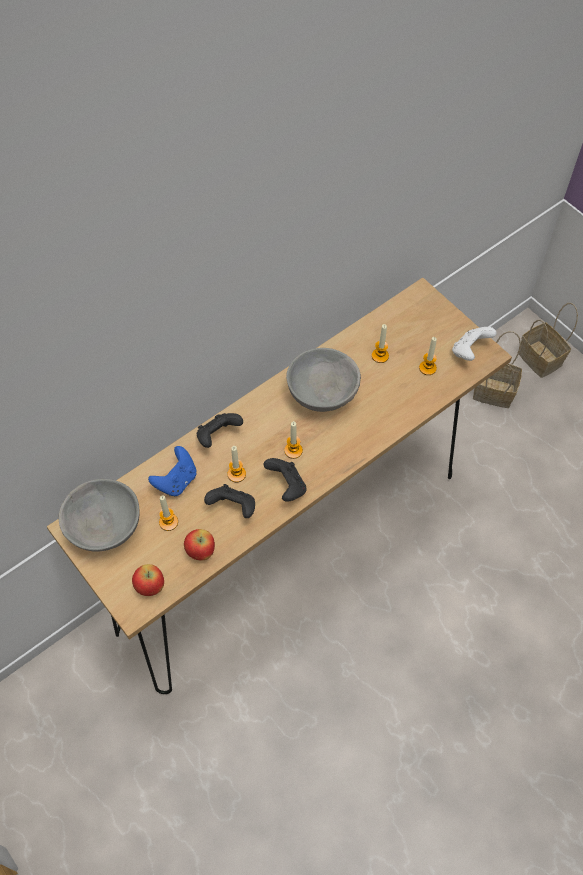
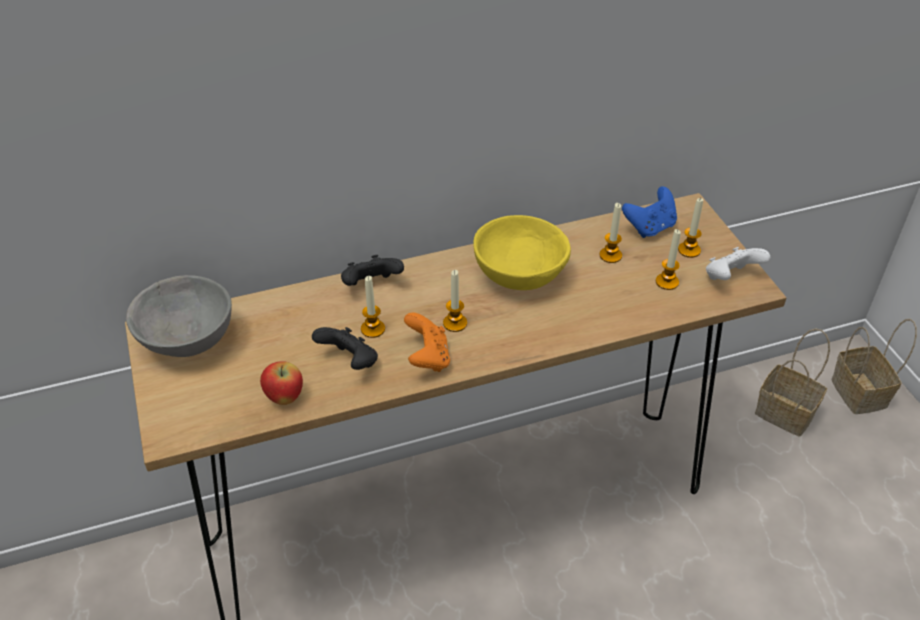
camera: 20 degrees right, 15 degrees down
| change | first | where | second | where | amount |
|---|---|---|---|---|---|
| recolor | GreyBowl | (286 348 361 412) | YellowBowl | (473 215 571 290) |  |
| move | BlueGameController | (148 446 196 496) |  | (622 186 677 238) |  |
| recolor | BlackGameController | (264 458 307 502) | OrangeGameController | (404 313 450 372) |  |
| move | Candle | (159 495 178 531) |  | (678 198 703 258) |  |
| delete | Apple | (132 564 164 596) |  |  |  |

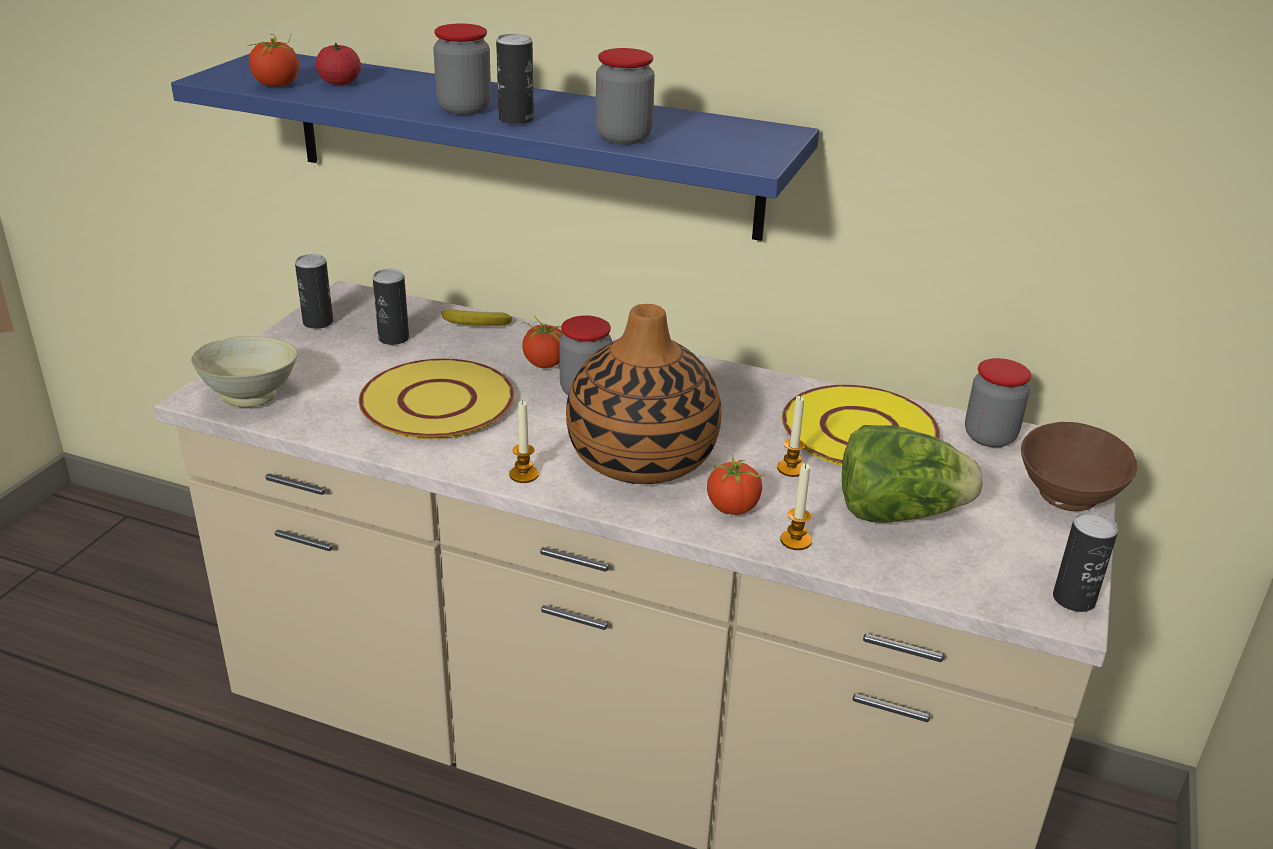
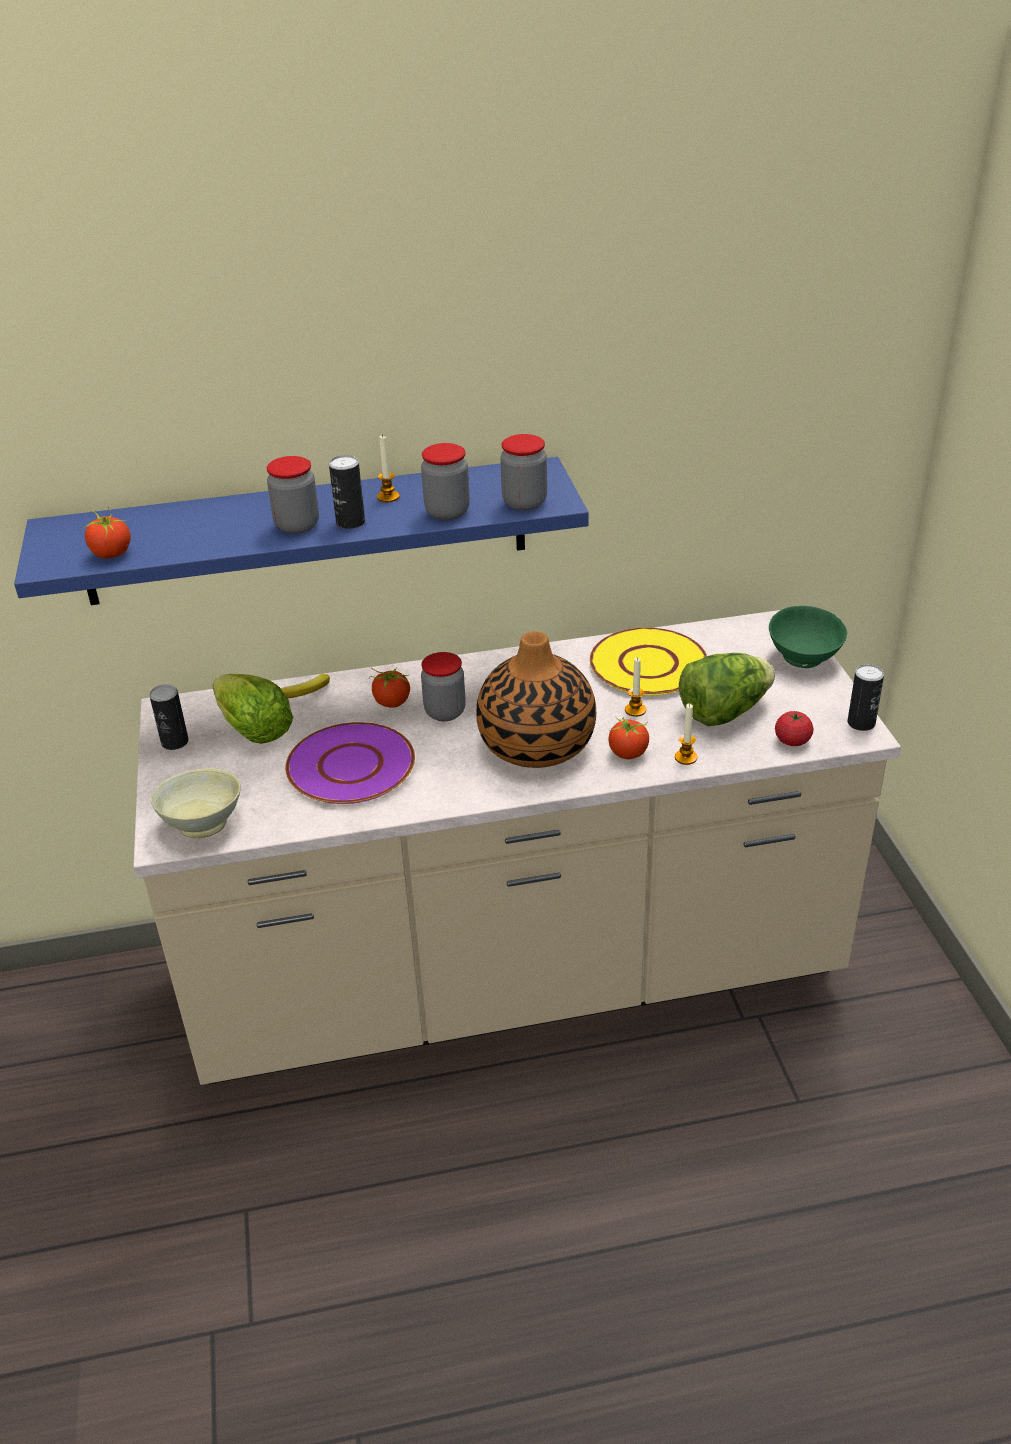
camera: 30 degrees left, 5 degrees up
| change | first | where | second | where | amount |
|---|---|---|---|---|---|
| move | Tomato | (316 43 361 85) |  | (775 711 813 746) |  |
| replace | Can | (373 269 409 345) | Lettuce | (212 674 293 744) |  |
| move | Jar | (965 358 1031 448) |  | (500 434 547 511) |  |
| recolor | YellowPlate | (359 359 514 439) | PurplePlate | (285 722 415 804) |  |
| move | Candle | (509 400 539 483) |  | (377 434 400 502) |  |
| recolor | BrownBowl | (1021 422 1137 511) | GreenBowl | (769 606 847 668) |  |

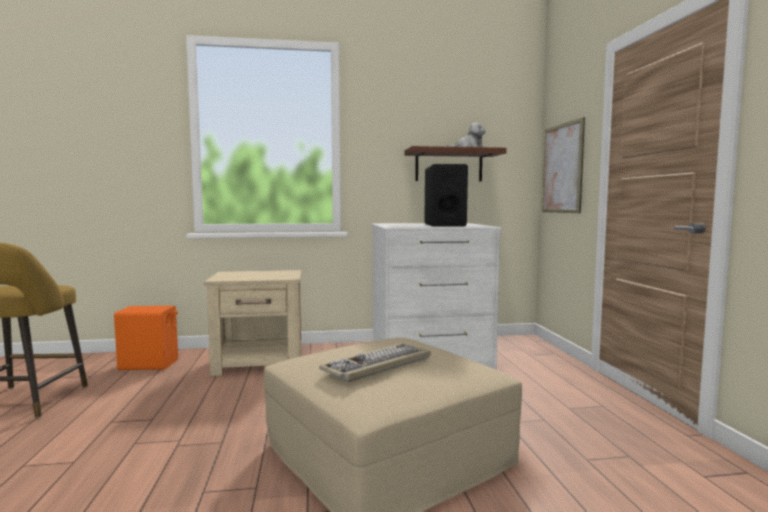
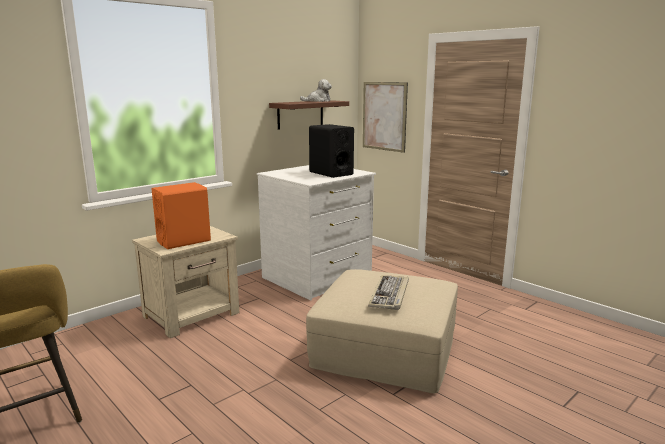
camera: 35 degrees left, 10 degrees up
| change | first | where | second | where | amount |
|---|---|---|---|---|---|
| move | OrangeSpeaker | (114 306 178 370) |  | (152 182 211 249) |  |

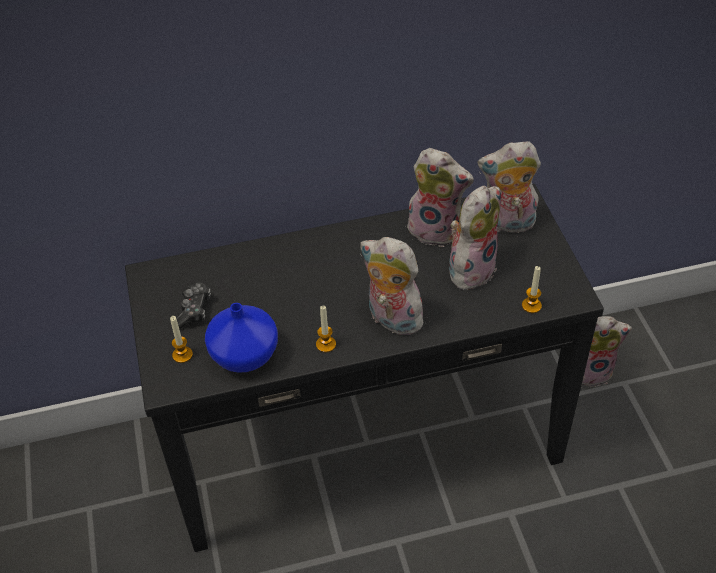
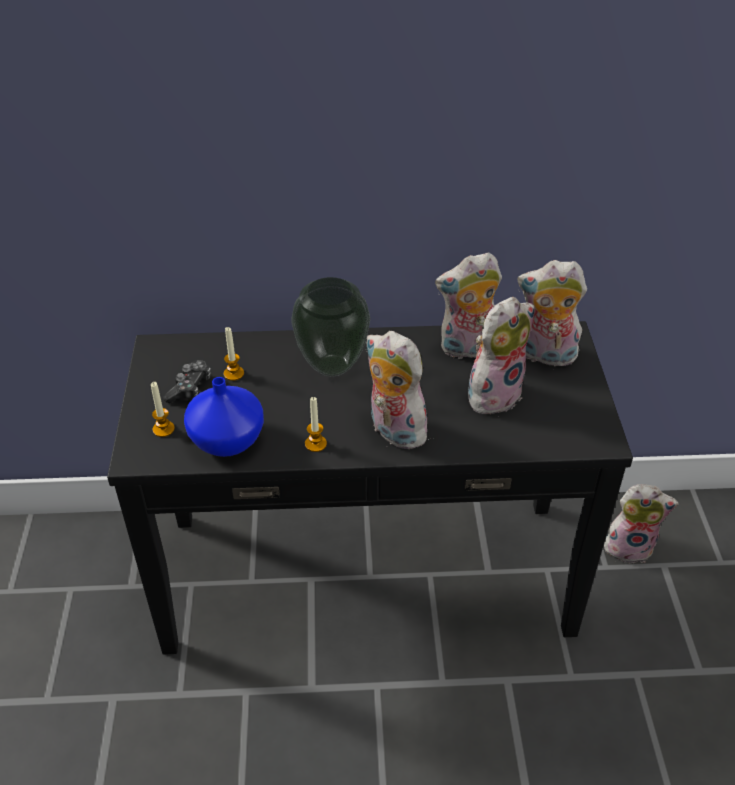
camera: 10 degrees right, 5 degrees down
| change | first | where | second | where | amount |
|---|---|---|---|---|---|
| rotate | PlushToy | (405 148 474 247) |  | (435 252 502 359) | 135 degrees clockwise |
| move | Candle | (522 266 542 313) |  | (224 327 244 381) |  |
| insert |  |  | Vase | (291 277 370 376) |  |

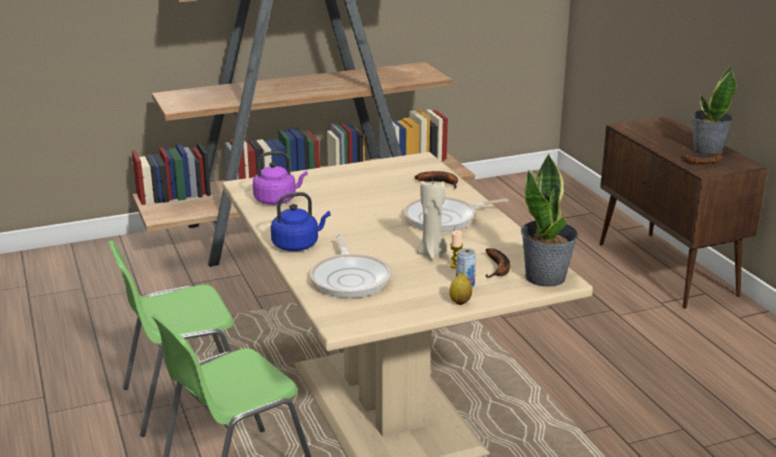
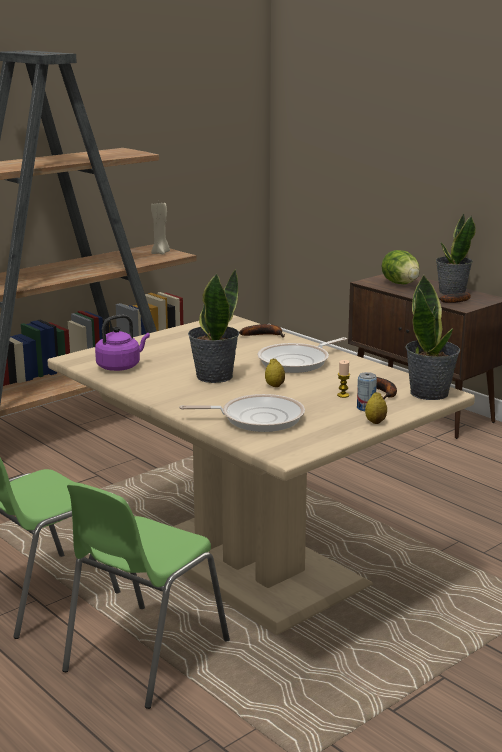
camera: 20 degrees left, 5 degrees down
| change | first | where | second | where | amount |
|---|---|---|---|---|---|
| move | BeigeCandle | (417 181 447 260) |  | (151 203 170 254) |  |
| delete | BlueKettle | (271 192 331 251) |  |  |  |
| rotate | FryingPan | (310 234 392 298) |  | (179 394 305 432) | 60 degrees counterclockwise |
| insert |  |  | Lettuce | (382 250 420 284) |  |
| insert |  |  | PottedPlant | (188 269 239 383) |  |
| insert |  |  | Lemon | (265 359 285 387) |  |

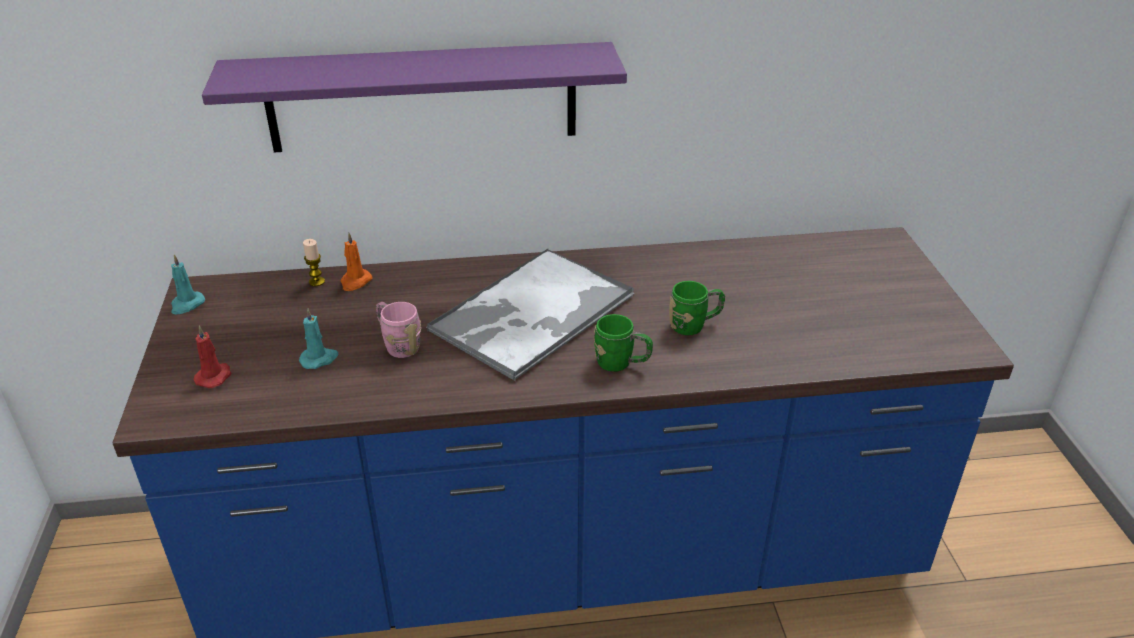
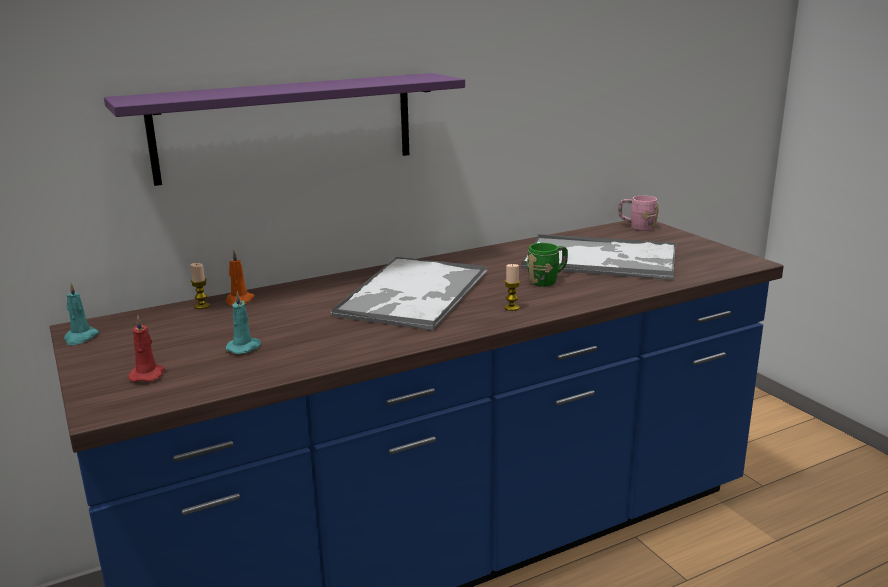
camera: 20 degrees left, 15 degrees down
| change | first | where | second | where | amount |
|---|---|---|---|---|---|
| move | PinkMug | (376 302 421 358) |  | (618 195 658 231) |  |
| replace | GreenMug | (594 314 653 372) | Candle | (504 264 520 311) |  |
| insert |  |  | Tray | (522 234 676 280) |  |

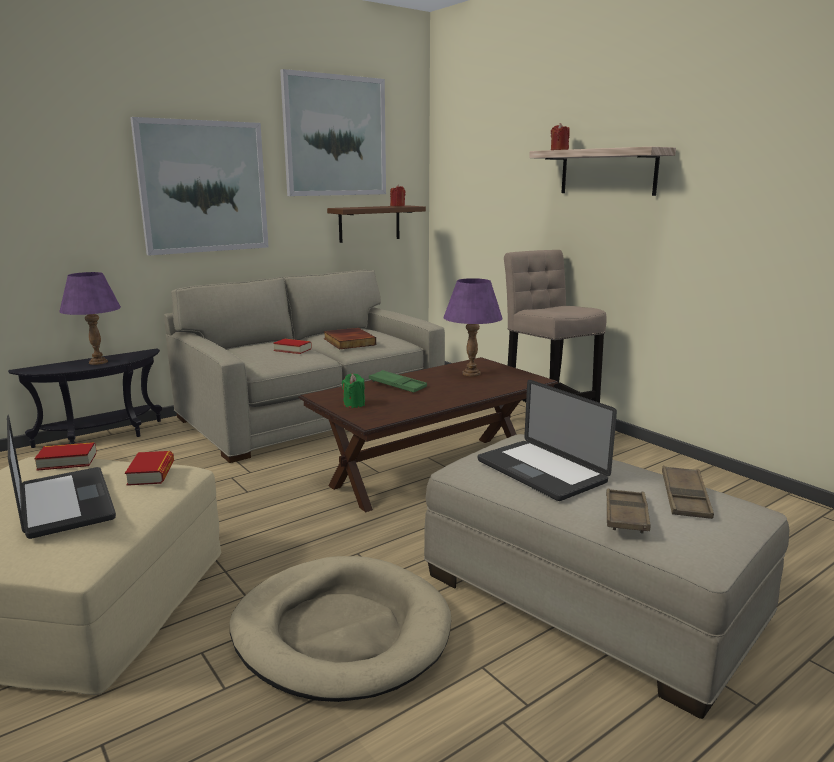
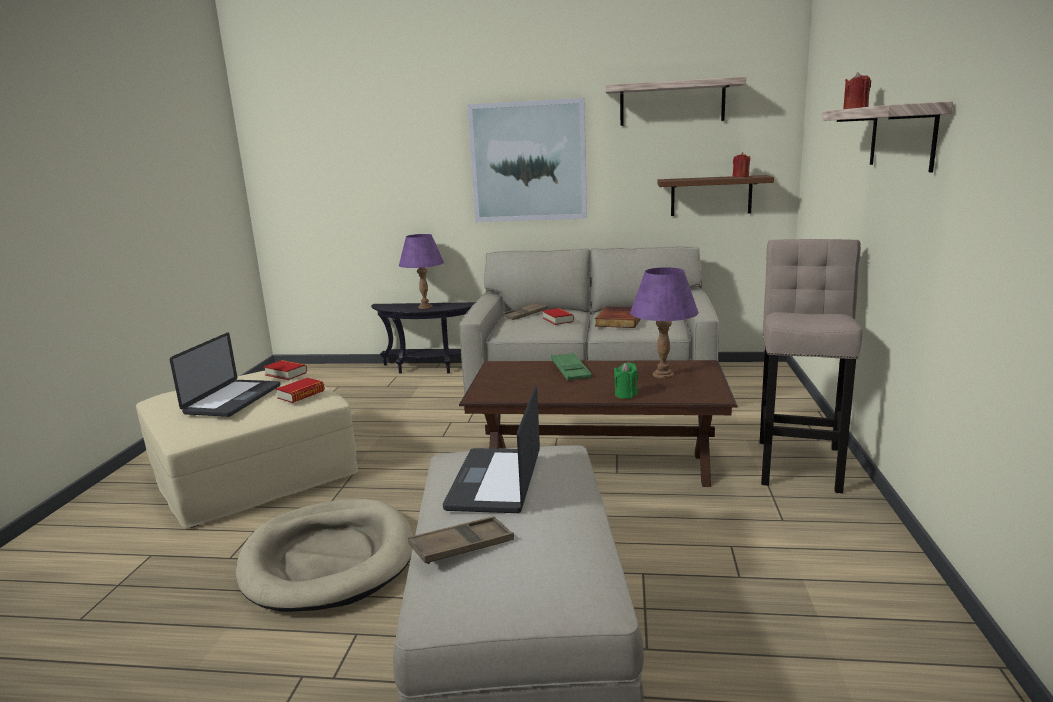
camera: 45 degrees right, 0 degrees up
| change | first | where | second | where | amount |
|---|---|---|---|---|---|
| replace | Picture | (280 69 386 196) | Shelf | (605 77 746 126) |  |
| move | GreenCandle | (342 373 365 408) |  | (614 362 638 399) |  |
| move | BrownTray | (662 466 714 519) |  | (502 302 548 320) |  |

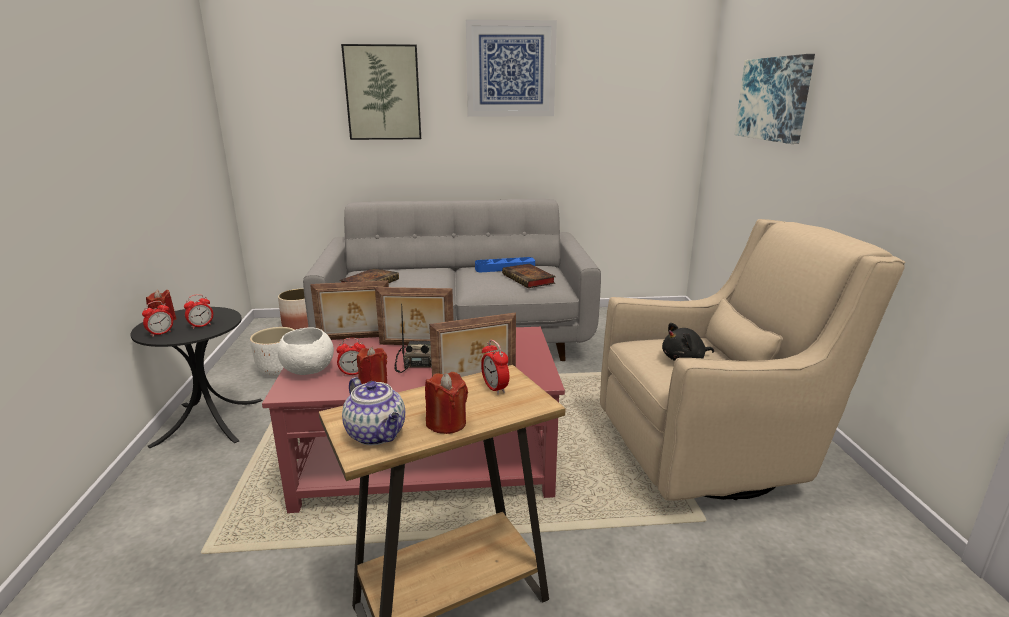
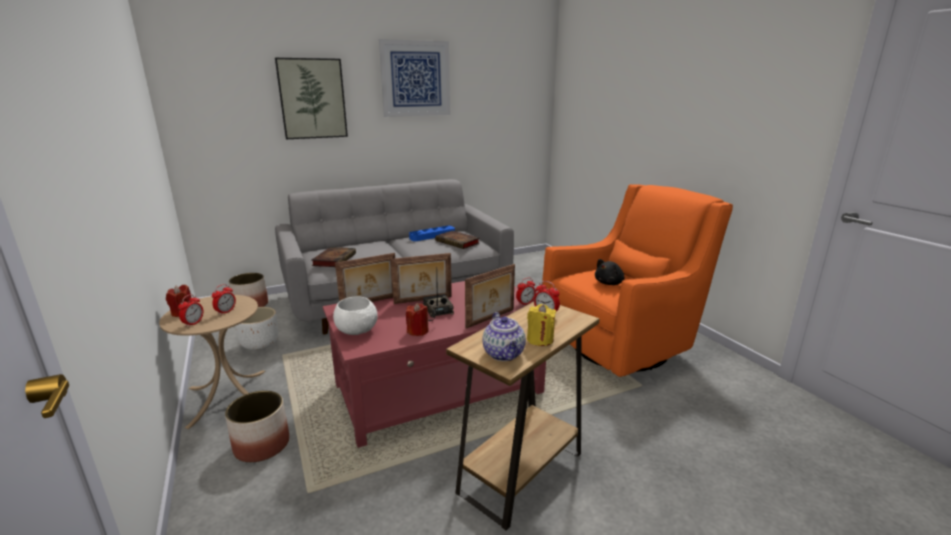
camera: 20 degrees left, 0 degrees up
| change | first | where | second | where | amount |
|---|---|---|---|---|---|
| delete | Picture | (735 54 815 144) |  |  |  |
| recolor | BeigeArmchair | (600 219 905 501) | OrangeArmchair | (542 184 733 377) |  |
| recolor | BlackSideTable | (131 307 262 448) | BeigeSideTable | (159 295 265 429) |  |
| move | AlarmClock | (337 338 366 376) |  | (516 278 536 306) |  |
| recolor | RedCandle | (425 372 468 434) | YellowCandle | (527 304 556 346) |  |
| rotate | Teapot | (342 377 405 445) |  | (482 312 526 361) | 45 degrees clockwise |
| insert |  |  | Planter | (225 391 289 462) |  |

